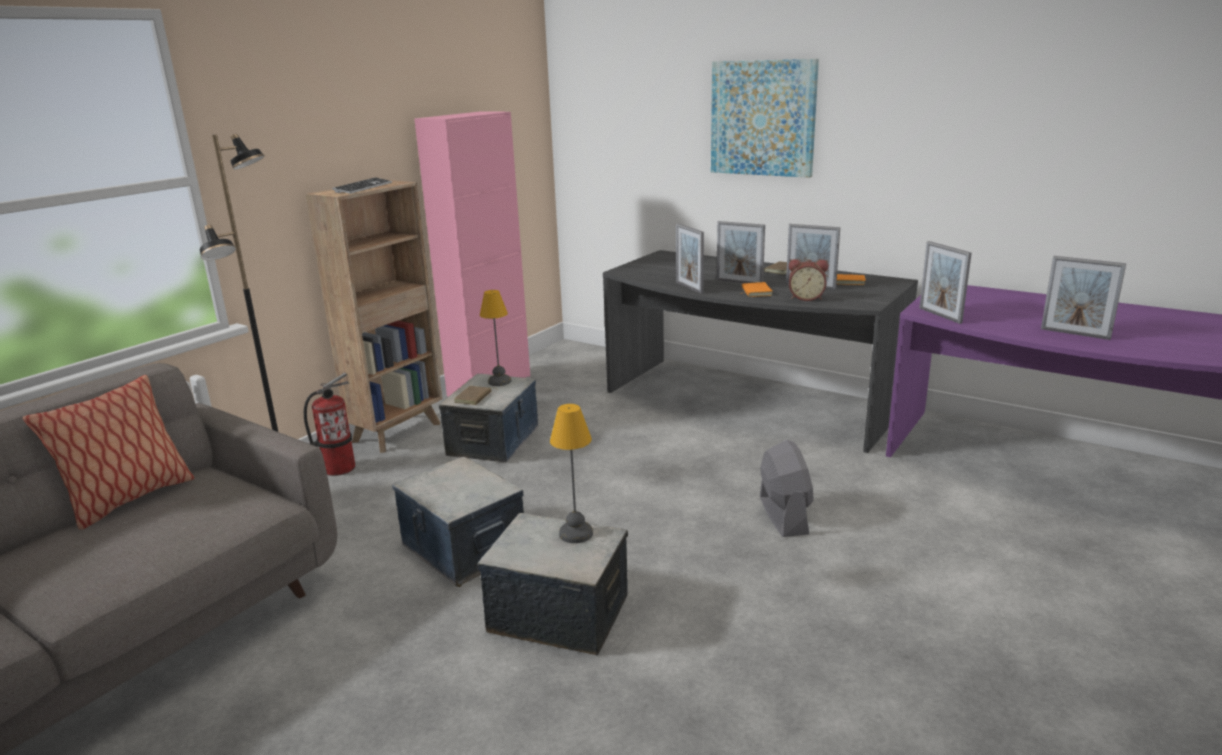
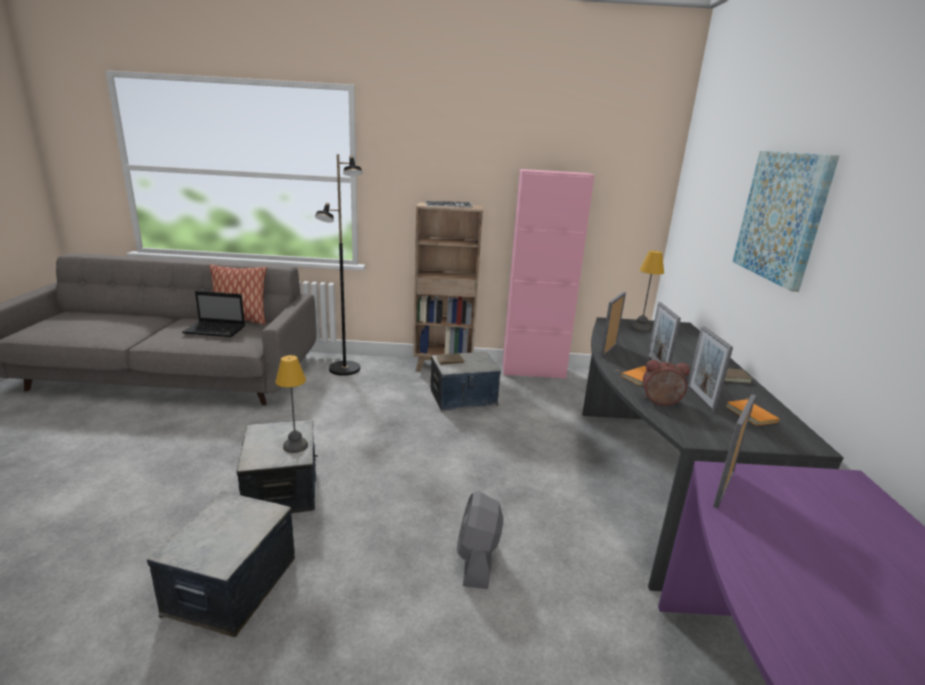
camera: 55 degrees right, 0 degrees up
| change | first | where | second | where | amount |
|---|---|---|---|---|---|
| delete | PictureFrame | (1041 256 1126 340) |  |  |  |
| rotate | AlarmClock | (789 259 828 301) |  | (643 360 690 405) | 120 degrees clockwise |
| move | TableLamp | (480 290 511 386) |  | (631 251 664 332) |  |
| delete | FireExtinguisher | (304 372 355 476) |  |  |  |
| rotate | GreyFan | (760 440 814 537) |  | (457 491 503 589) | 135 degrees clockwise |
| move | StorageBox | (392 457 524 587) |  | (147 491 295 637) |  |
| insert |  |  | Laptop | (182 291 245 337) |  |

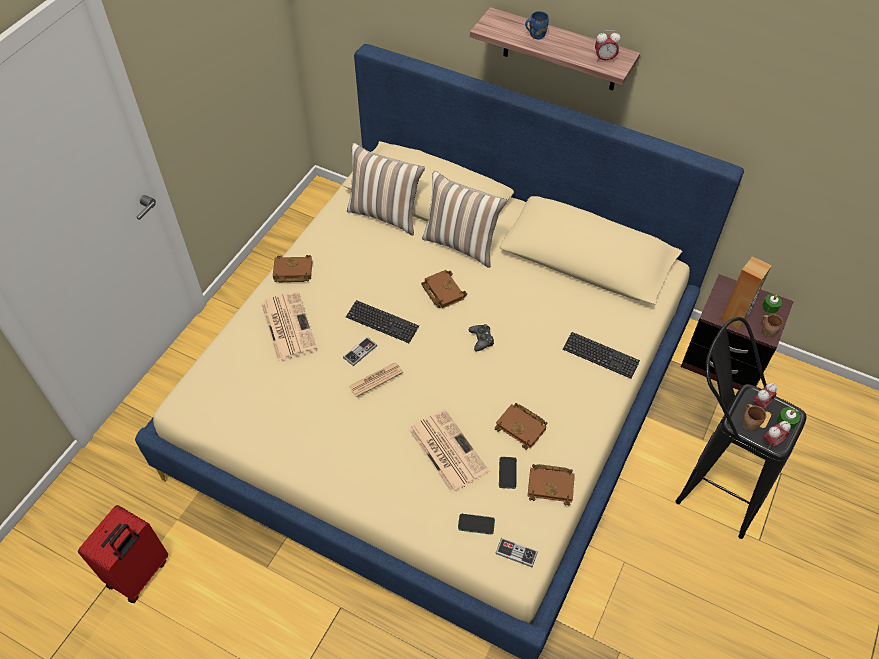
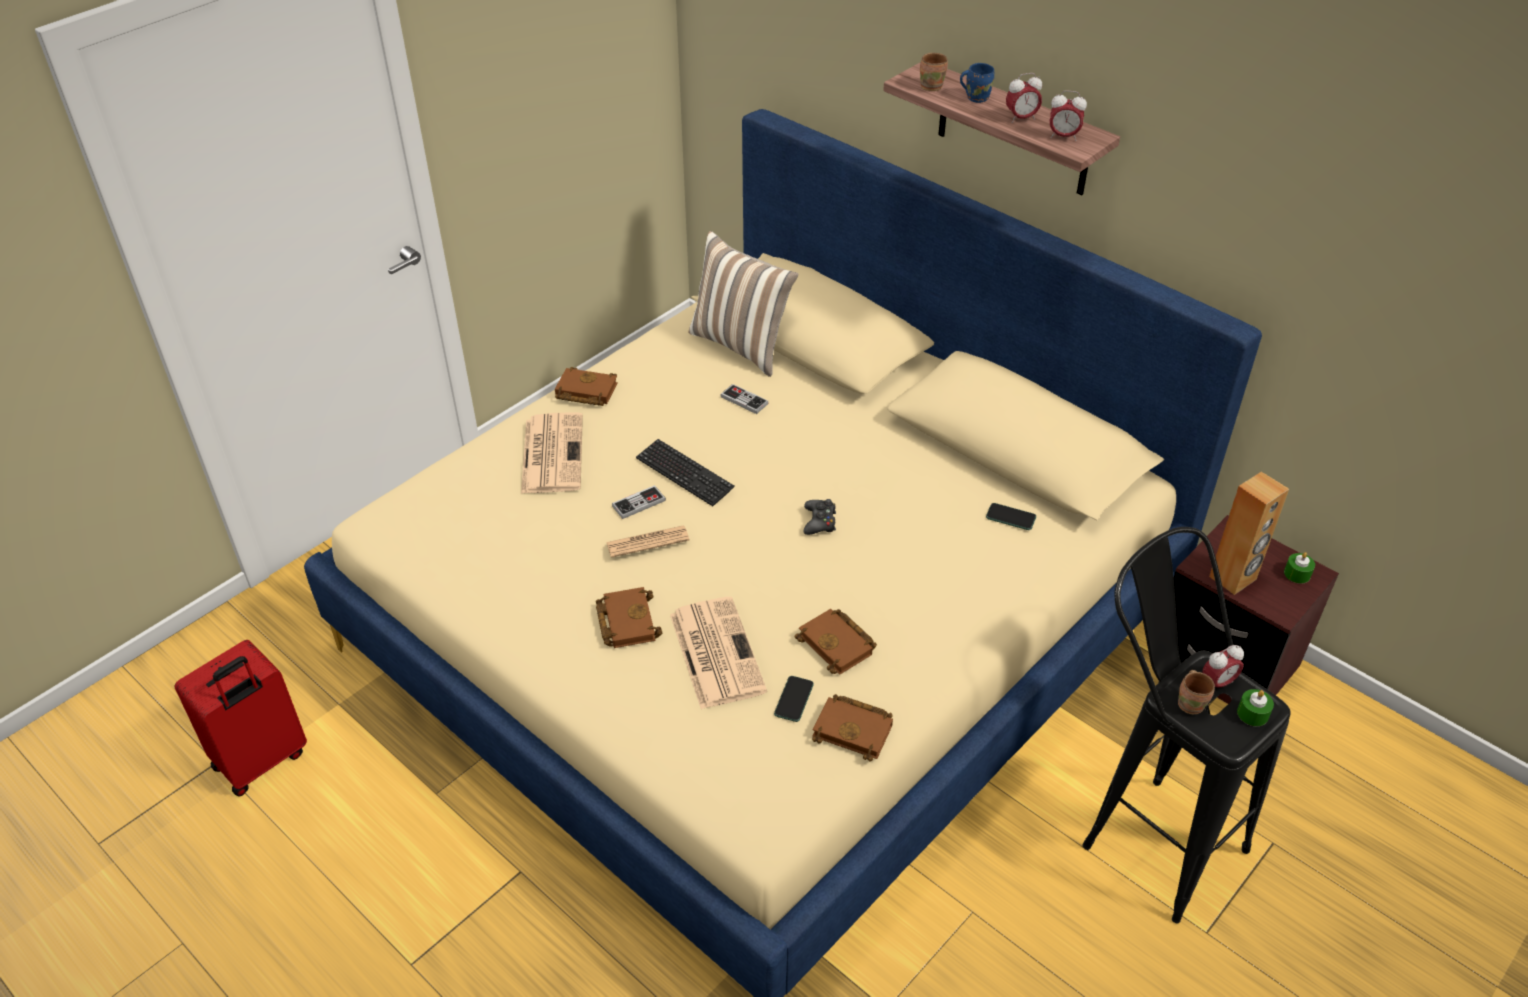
camera: 15 degrees right, 10 degrees down
| change | first | where | second | where | amount |
|---|---|---|---|---|---|
| delete | Pillow | (422 171 507 268) |  |  |  |
| move | BrownBook | (421 270 467 308) |  | (596 587 662 648) |  |
| move | BrownMug | (762 314 783 337) |  | (920 53 948 91) |  |
| delete | Keyboard | (563 332 640 379) |  |  |  |
| move | AlarmClock | (763 421 791 449) |  | (1006 73 1042 123) |  |
| move | Phone | (458 514 495 534) |  | (986 503 1036 530) |  |
| move | GameController | (496 538 538 567) |  | (720 384 769 414) |  |

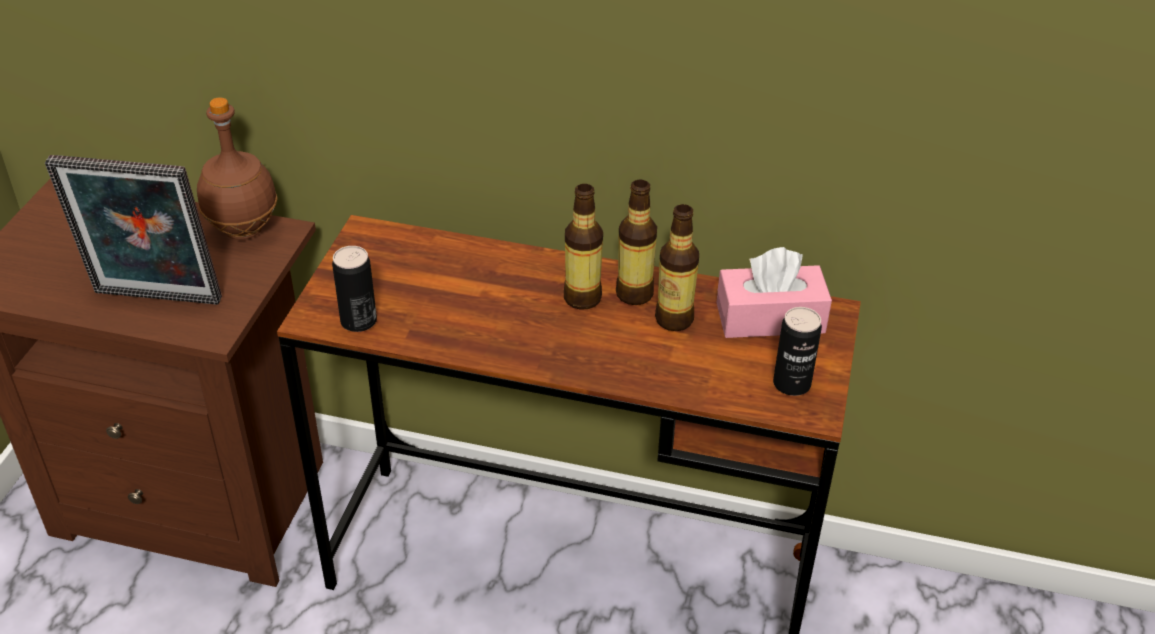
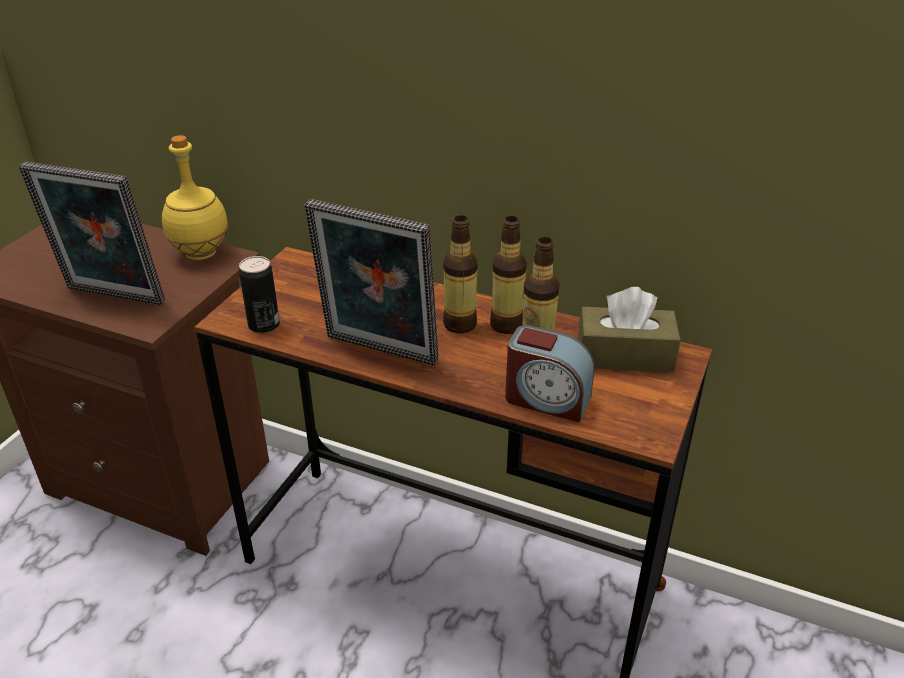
camera: 10 degrees right, 5 degrees down
| change | first | where | second | where | amount |
|---|---|---|---|---|---|
| recolor | BrownBottle | (197 98 278 240) | YellowBottle | (162 135 229 260) |  |
| recolor | PinkTissueBox | (716 247 832 338) | BrownTissueBox | (578 287 681 372) |  |
| delete | Can | (773 307 822 396) |  |  |  |
| insert |  |  | PictureFrame | (304 199 439 366) |  |
| insert |  |  | AlarmClock | (505 325 594 422) |  |

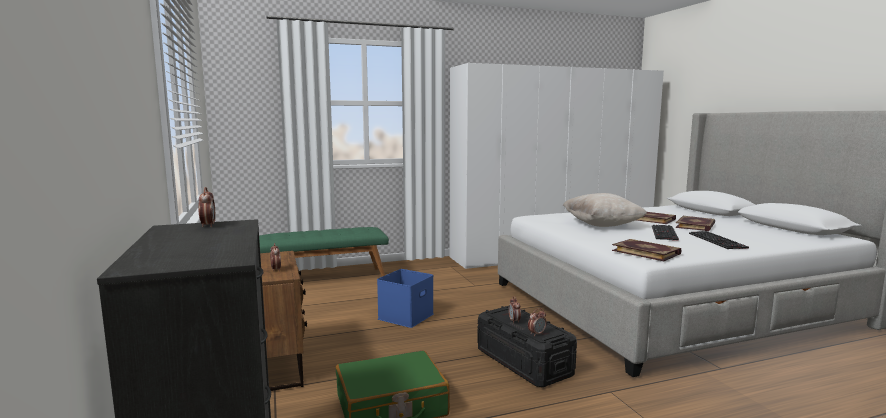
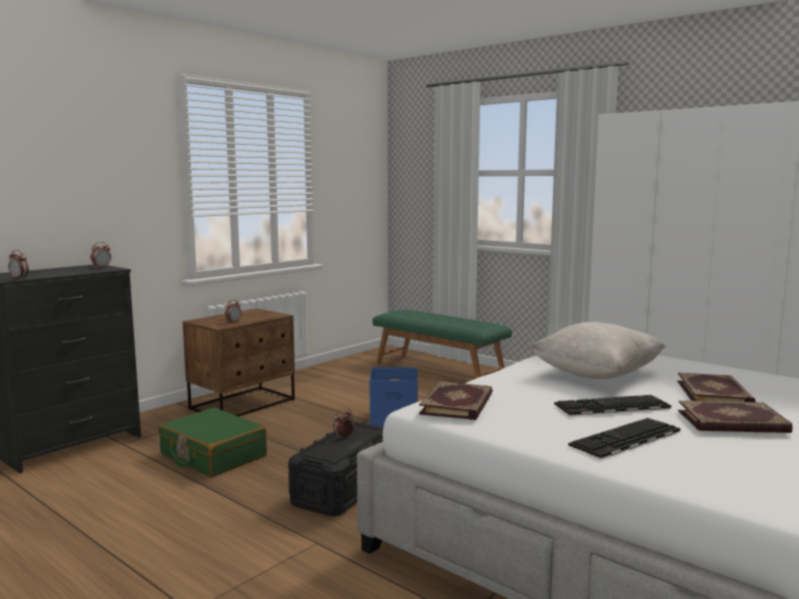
camera: 60 degrees right, 0 degrees up
| change | first | where | second | where | amount |
|---|---|---|---|---|---|
| move | AlarmClock | (528 308 547 336) |  | (8 250 29 279) |  |

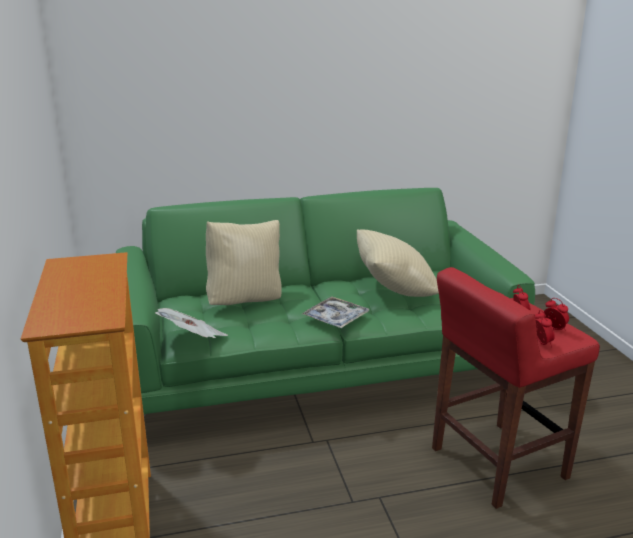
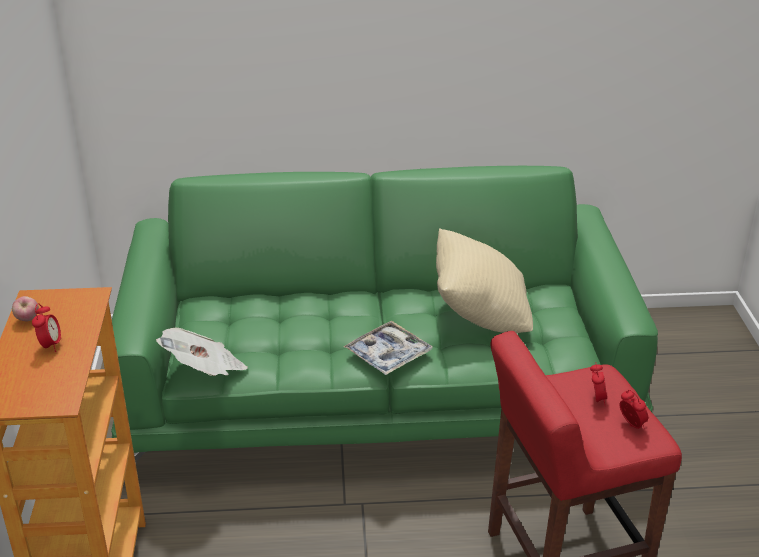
camera: 10 degrees right, 10 degrees up
| change | first | where | second | where | amount |
|---|---|---|---|---|---|
| delete | BeigePillow | (206 220 282 305) |  |  |  |
| move | AlarmClock | (535 310 555 347) |  | (32 303 61 352) |  |
| insert |  |  | Apple | (12 296 39 321) |  |

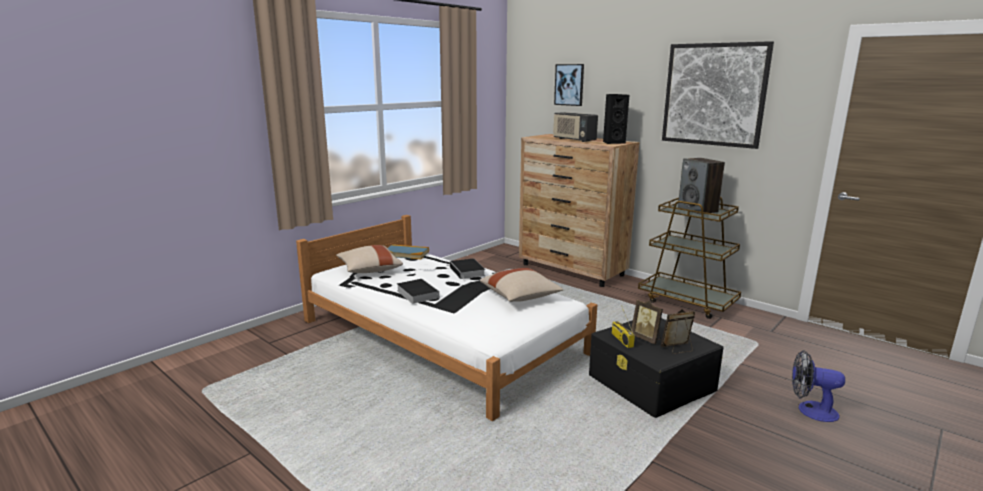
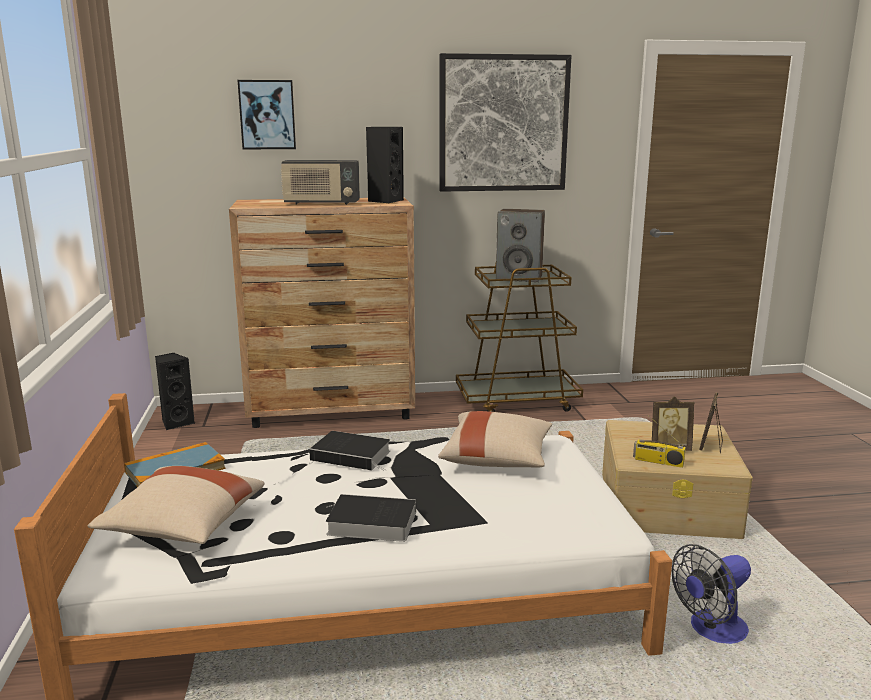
camera: 50 degrees left, 0 degrees up
| change | first | where | second | where | amount |
|---|---|---|---|---|---|
| recolor | BlackStorageBox | (589 318 724 418) | BeigeStorageBox | (602 420 753 539) |  |
| move | Fan | (792 350 845 422) |  | (672 544 751 644) |  |
| insert |  |  | BlackSpeaker | (155 353 195 430) |  |

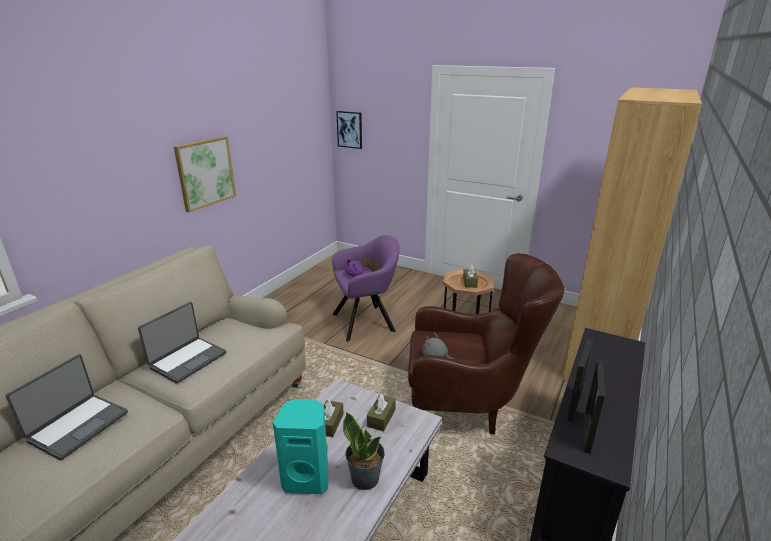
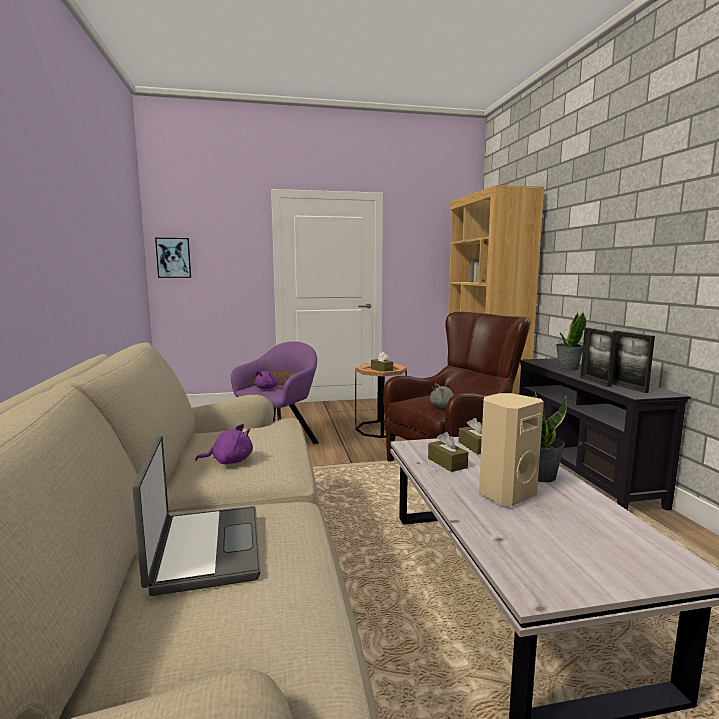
camera: 40 degrees left, 15 degrees down
| change | first | where | second | where | amount |
|---|---|---|---|---|---|
| delete | Picture | (174 136 236 212) |  |  |  |
| replace | Laptop | (138 302 227 384) | PurplePlushToy | (195 424 253 464) |  |
| recolor | TurquoiseSpeaker | (273 399 328 494) | BeigeSpeaker | (479 393 544 506) |  |
| insert |  |  | PottedPlant | (556 313 587 370) |  |

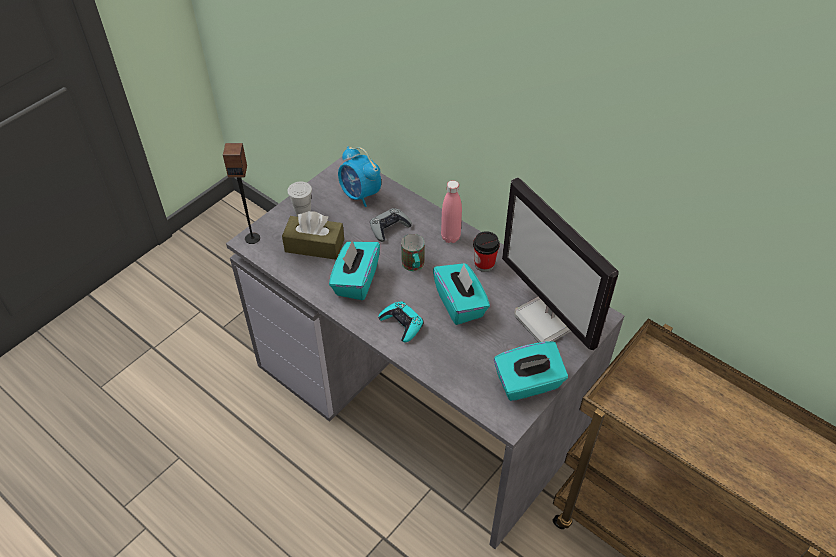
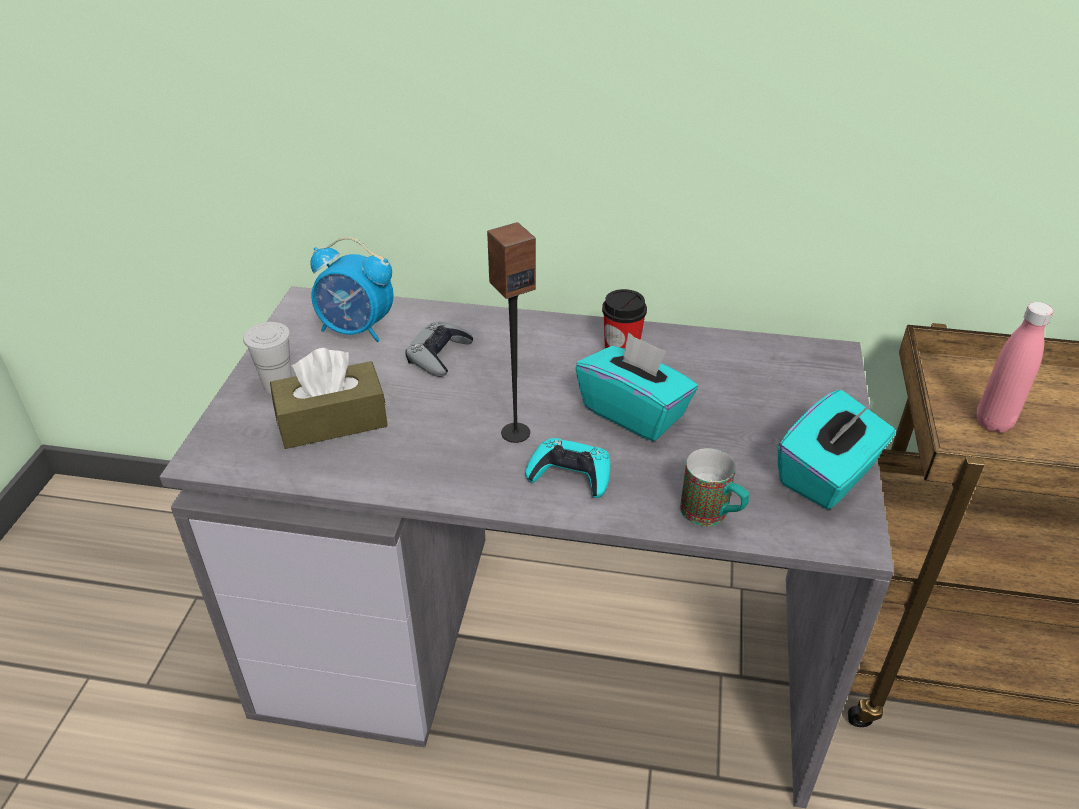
camera: 30 degrees left, 10 degrees down
| change | first | where | second | where | amount |
|---|---|---|---|---|---|
| move | Speaker | (223 143 260 244) |  | (487 222 536 443) |  |
| delete | Monitor | (502 178 619 350) |  |  |  |
| move | PinkBottle | (441 180 462 243) |  | (977 302 1054 433) |  |
| move | Mug | (401 234 425 271) |  | (680 448 750 526) |  |
| delete | TurquoiseTissueBox | (329 241 380 300) |  |  |  |

